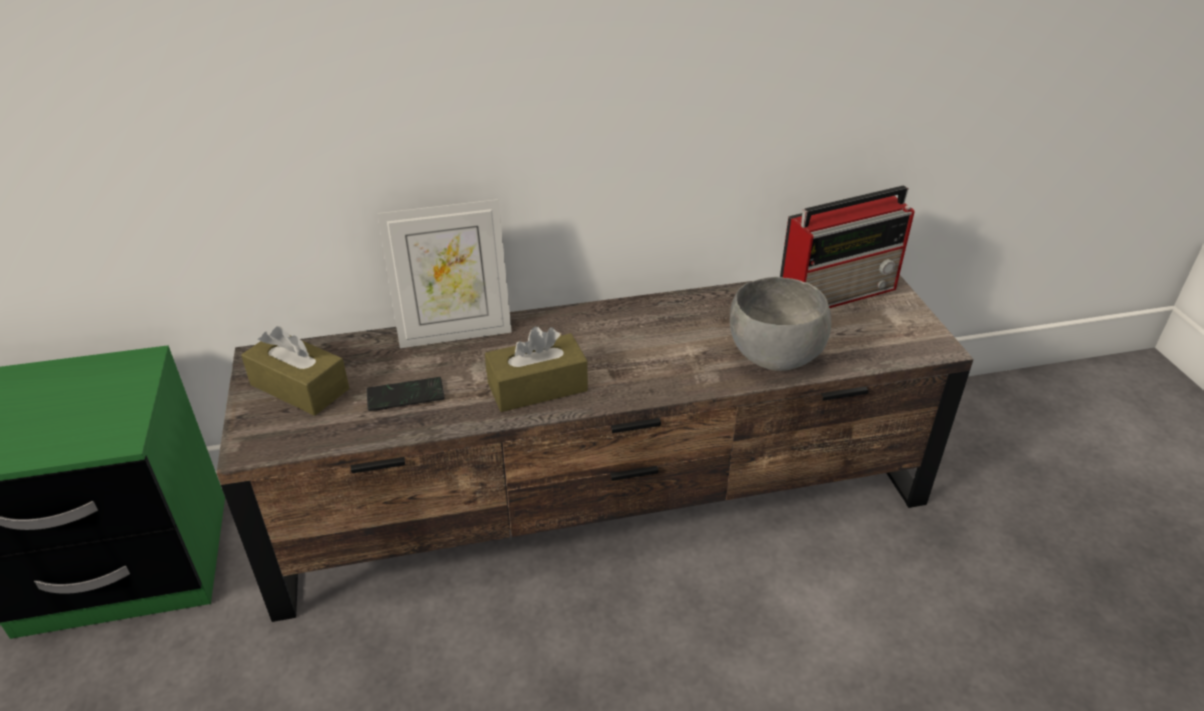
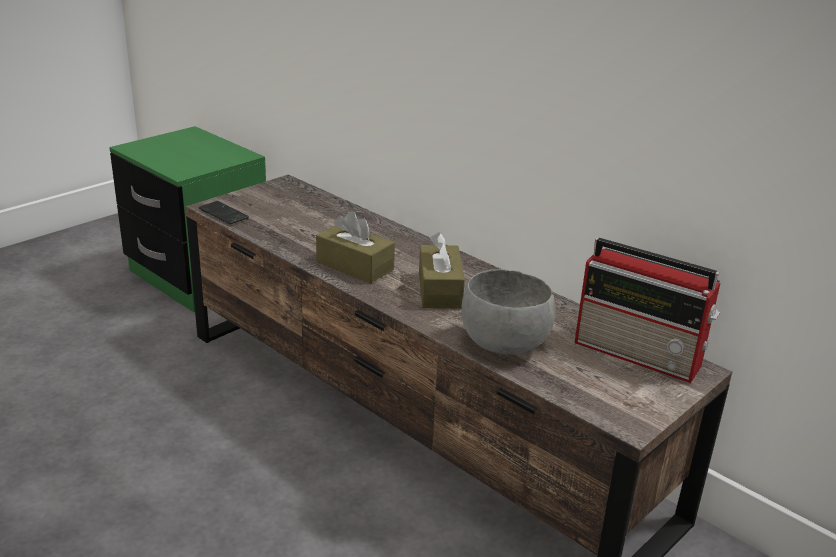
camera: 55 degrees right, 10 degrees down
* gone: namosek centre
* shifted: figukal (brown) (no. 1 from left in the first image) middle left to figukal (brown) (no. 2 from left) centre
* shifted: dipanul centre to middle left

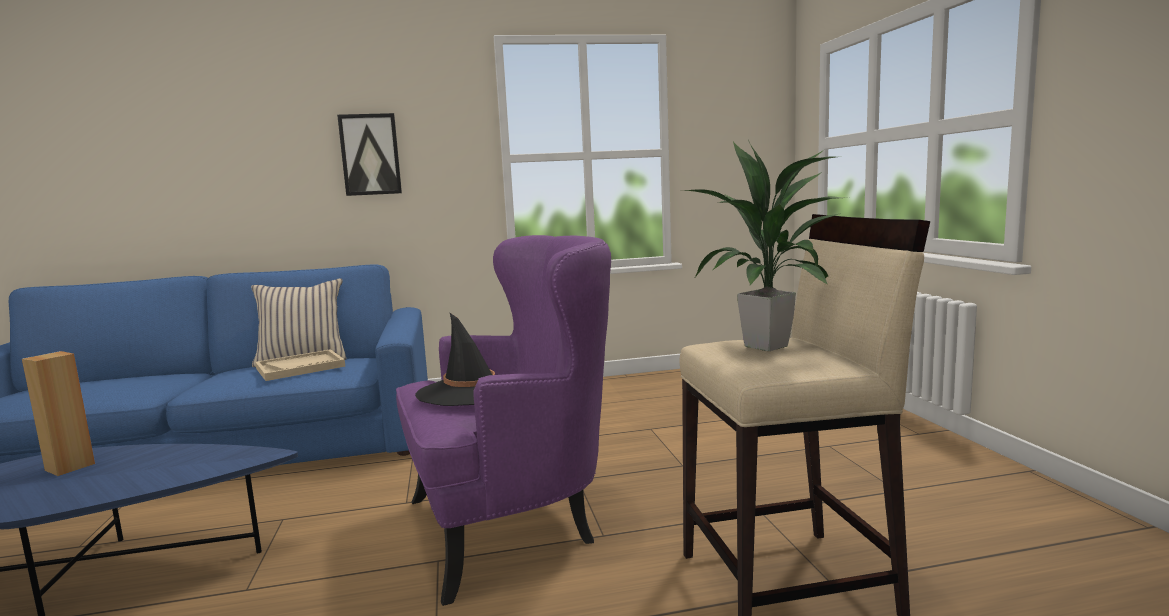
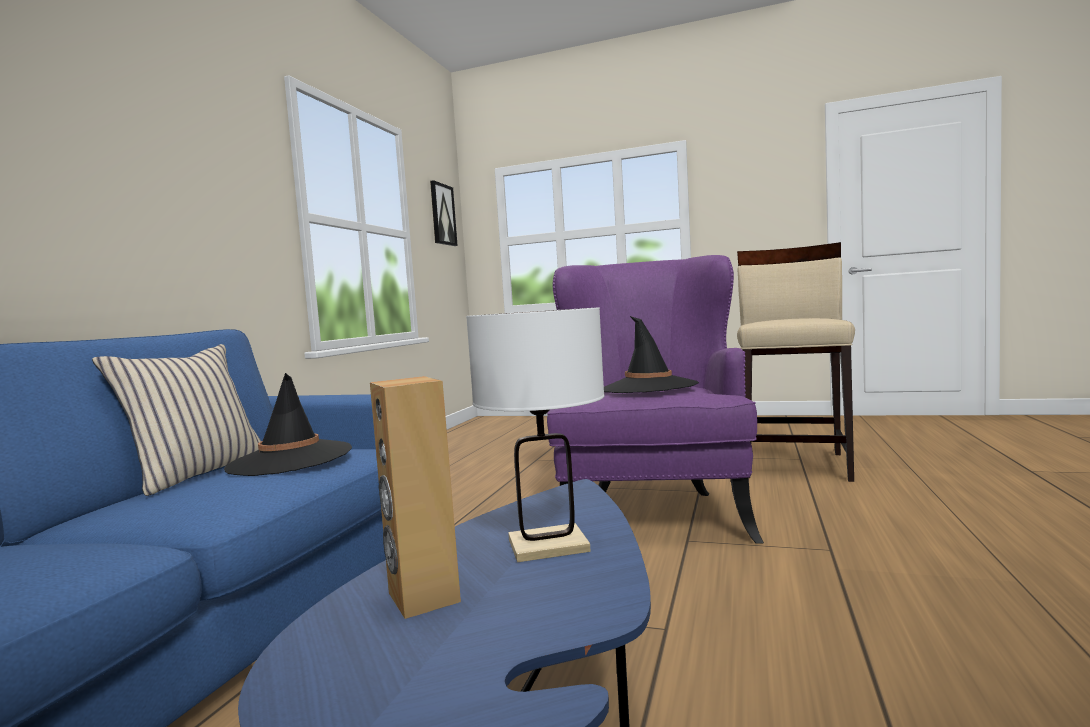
camera: 60 degrees left, 5 degrees down
* gone: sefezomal centre
* new: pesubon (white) centre
* shifted: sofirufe top left to top centre
* swapped: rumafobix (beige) middle left to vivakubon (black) (no. 1 from left) middle left

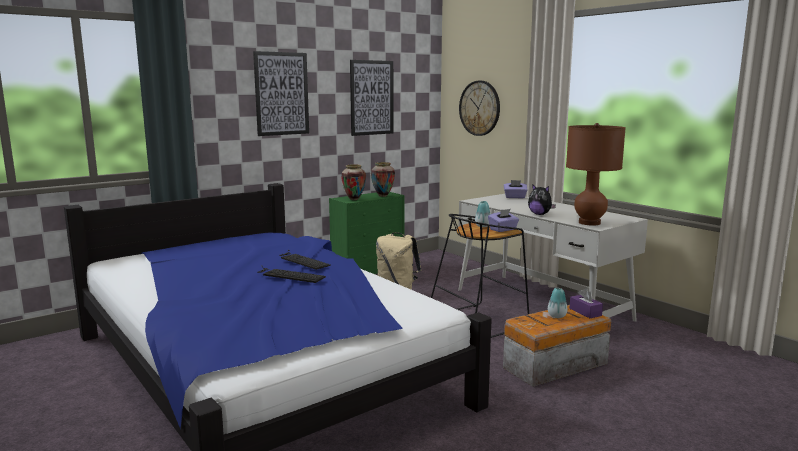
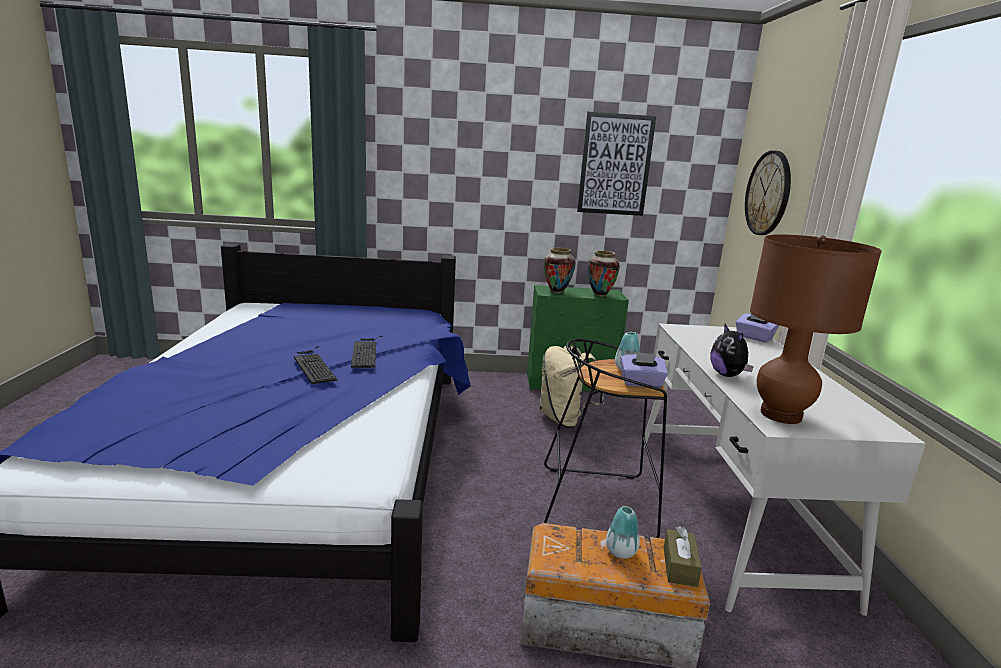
camera: 35 degrees right, 5 degrees up
* gone: sofirufe (no. 1 from left) top centre
* repainted: figukal (purple) (no. 3 from left) bottom right to figukal (brown) bottom right

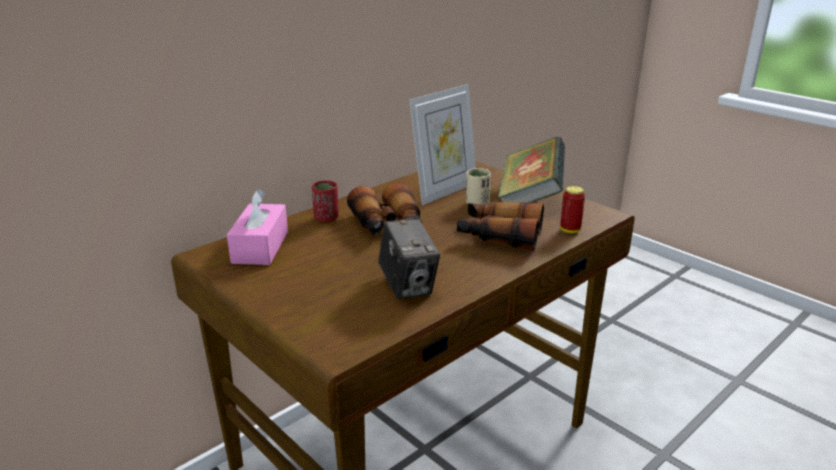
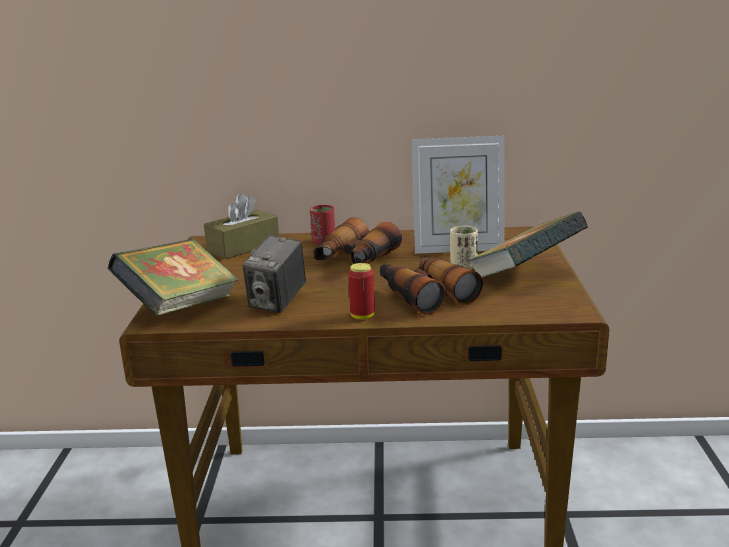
camera: 45 degrees right, 5 degrees down
* new: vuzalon (no. 1 from left) middle left
* shifted: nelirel middle right to centre
* repainted: figukal (pink) middle left to figukal (brown) middle left

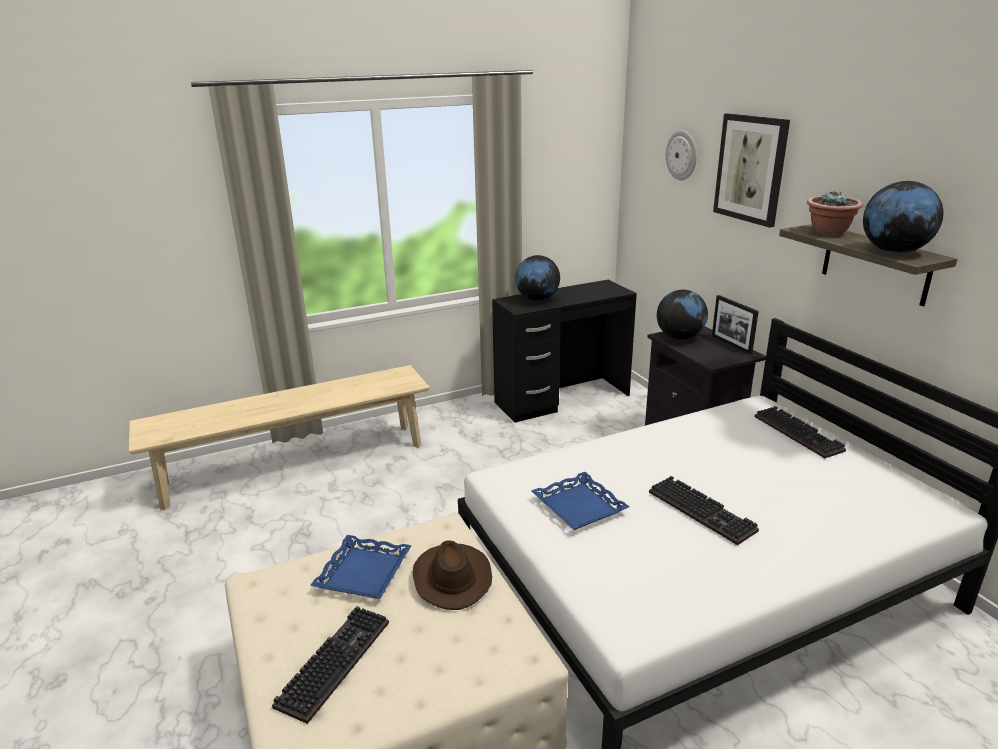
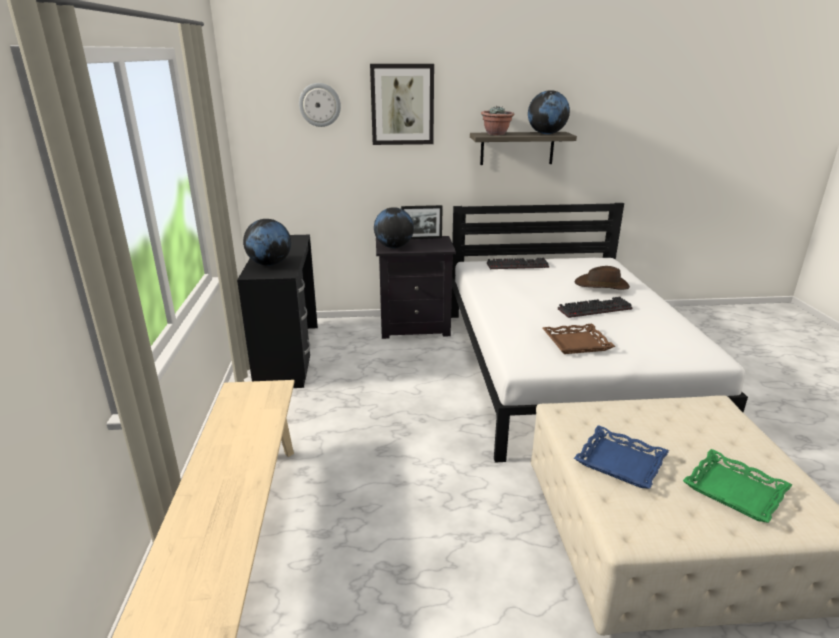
camera: 70 degrees left, 0 degrees up
* shifted: vivakubon (brown) bottom centre to middle right
* swapped: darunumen (no. 1 from left) bottom left to rumafobix (green) bottom right
* repainted: rumafobix (blue) (no. 2 from left) bottom centre to rumafobix (brown) middle right

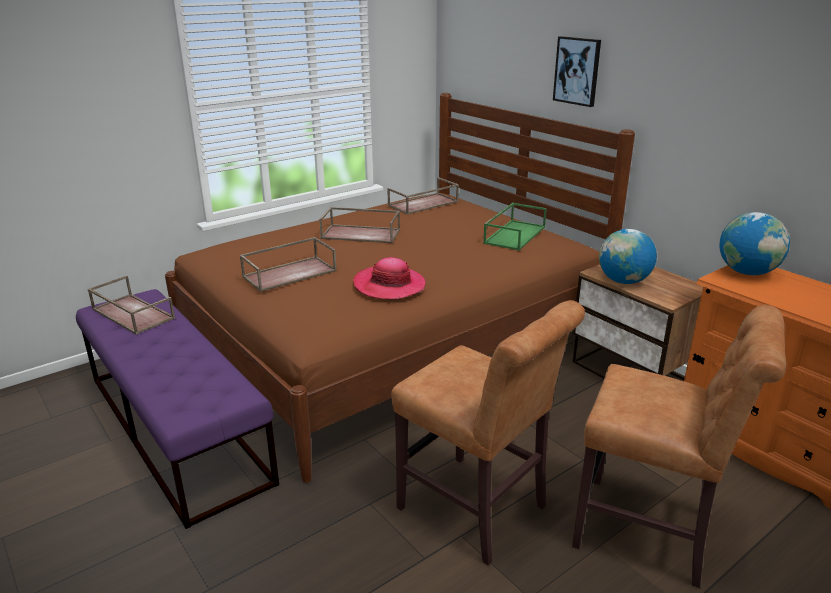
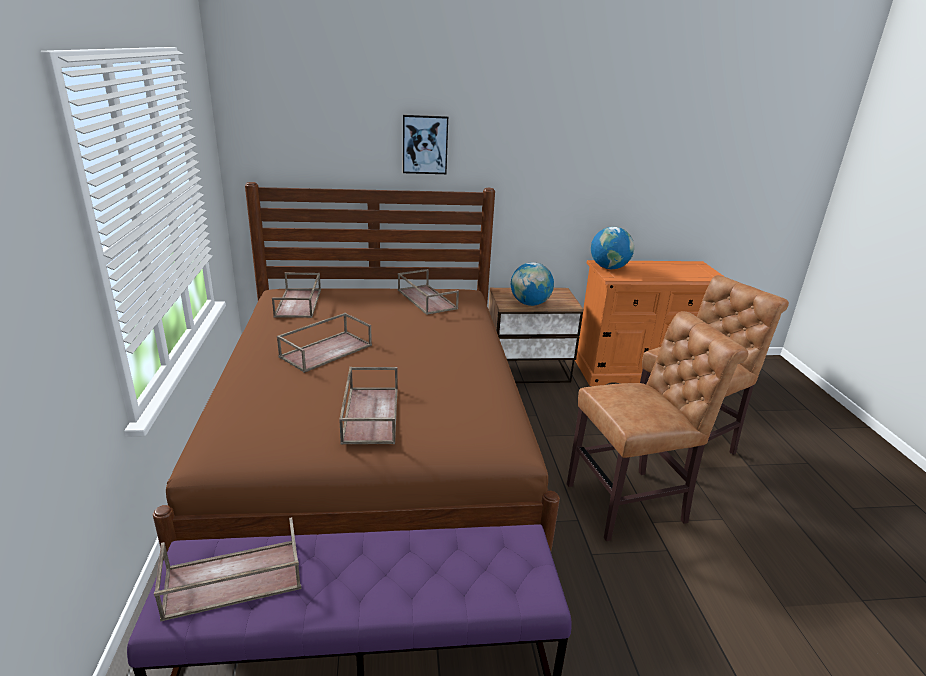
camera: 60 degrees left, 0 degrees up
* gone: vivakubon centre
* repainted: rumafobix (green) centre to rumafobix (brown) (no. 5 from left) centre

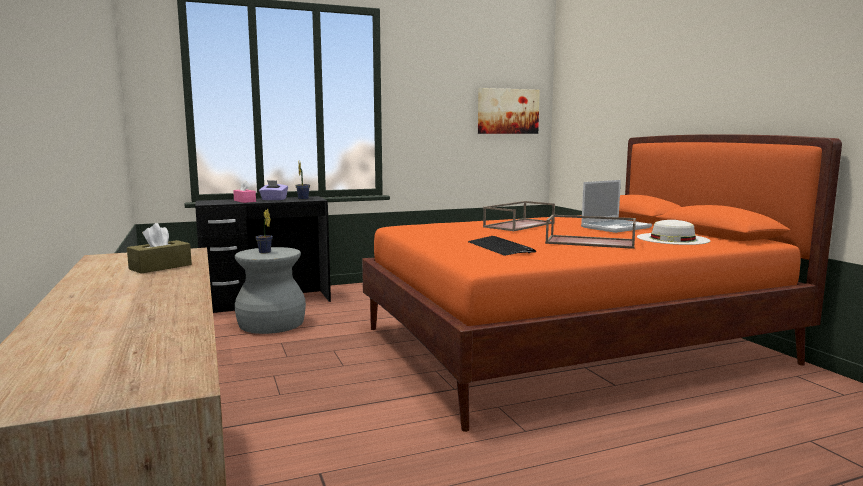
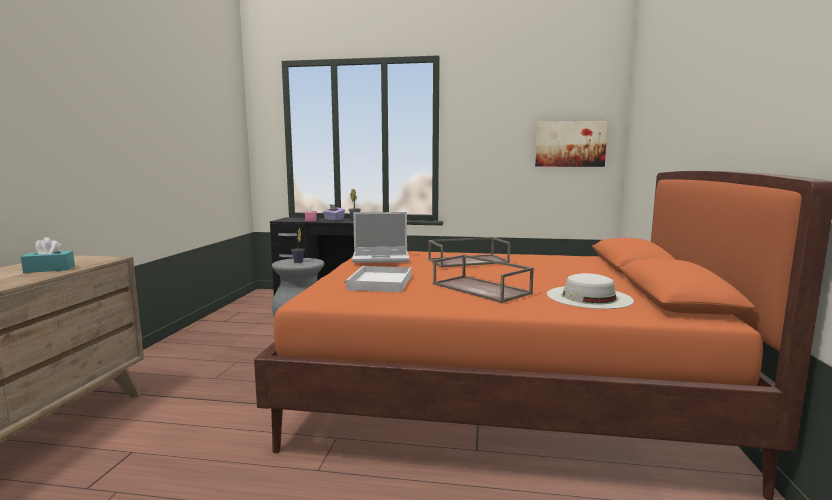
camera: 30 degrees right, 0 degrees up
* shifted: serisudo middle right to centre
* swapped: darunumen centre to rumafobix (white) centre
* repainted: figukal (brown) middle left to figukal (turquoise) middle left

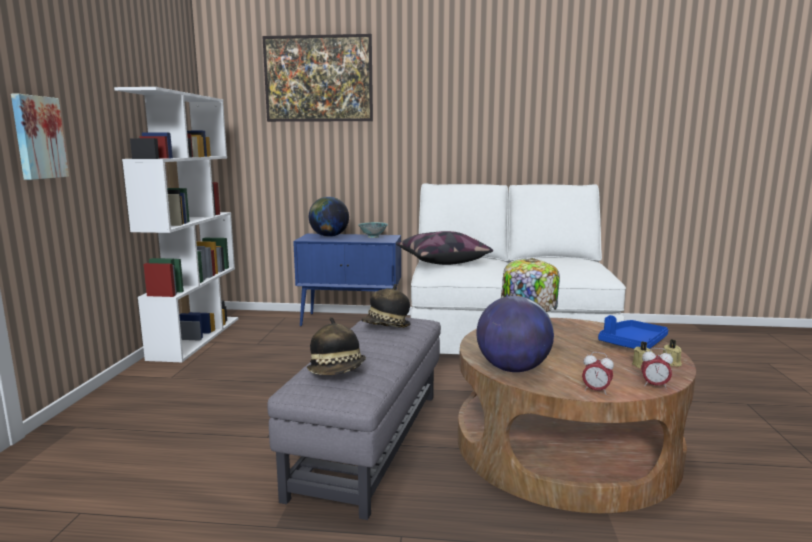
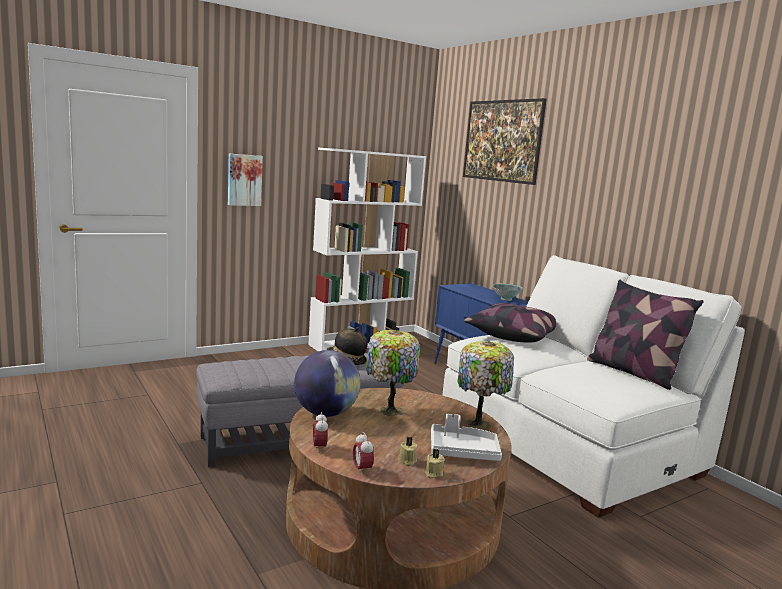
camera: 50 degrees right, 0 degrees up
* gone: vivakubon (no. 1 from left) centre
* gone: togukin (no. 1 from left) centre
* new: pesubon (no. 2 from left) centre
* new: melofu (no. 2 from left) middle right
* repainted: rumafobix (blue) middle right to rumafobix (white) bottom centre

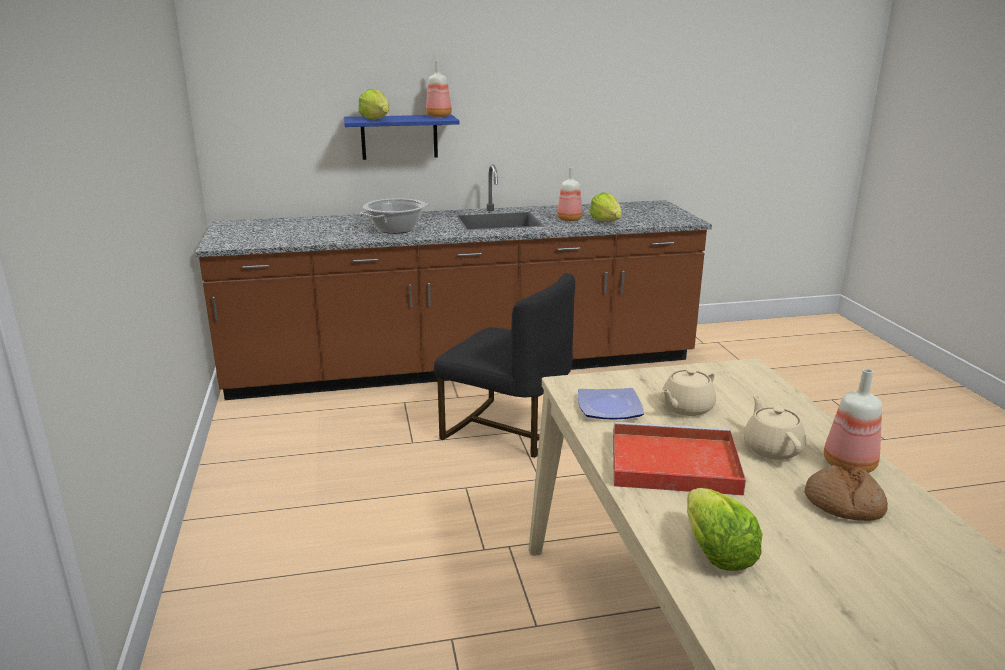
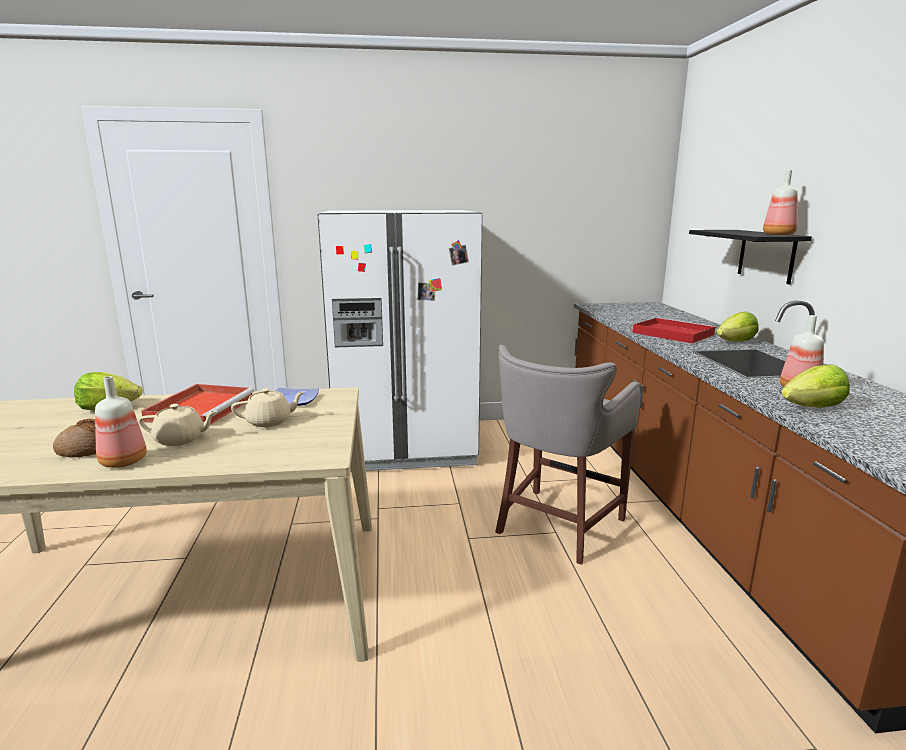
camera: 95 degrees right, 5 degrees down
* new: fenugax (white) centre
* shifted: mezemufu (no. 1 from left in the first image) top centre to mezemufu (no. 2 from left) middle right
* swapped: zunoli top centre to rumafobix (red) (no. 2 from left) middle right
* swapped: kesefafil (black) centre to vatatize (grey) centre
* repainted: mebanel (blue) top centre to mebanel (black) middle right
* rotated: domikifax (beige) (no. 1 from left in the first image) middle right = middle left 105 degrees clockwise

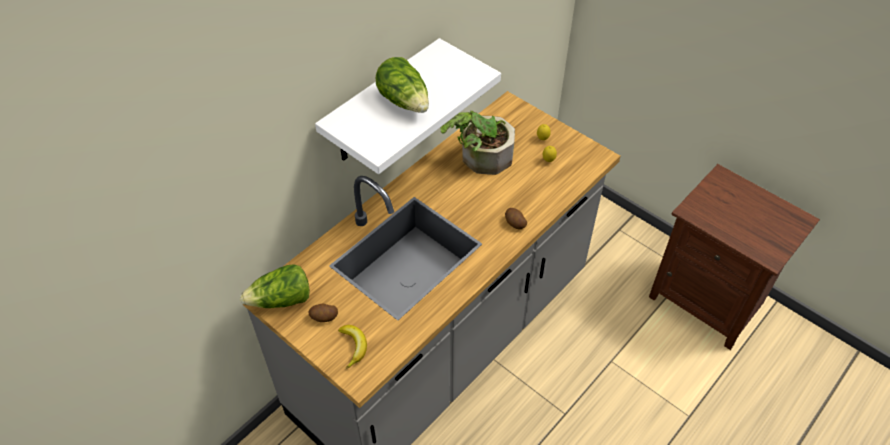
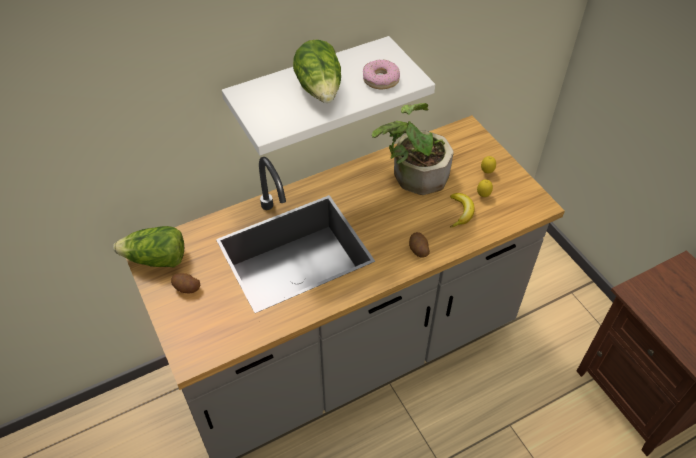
camera: 20 degrees right, 0 degrees up
* new: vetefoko top centre
* shifted: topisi bottom centre to centre

